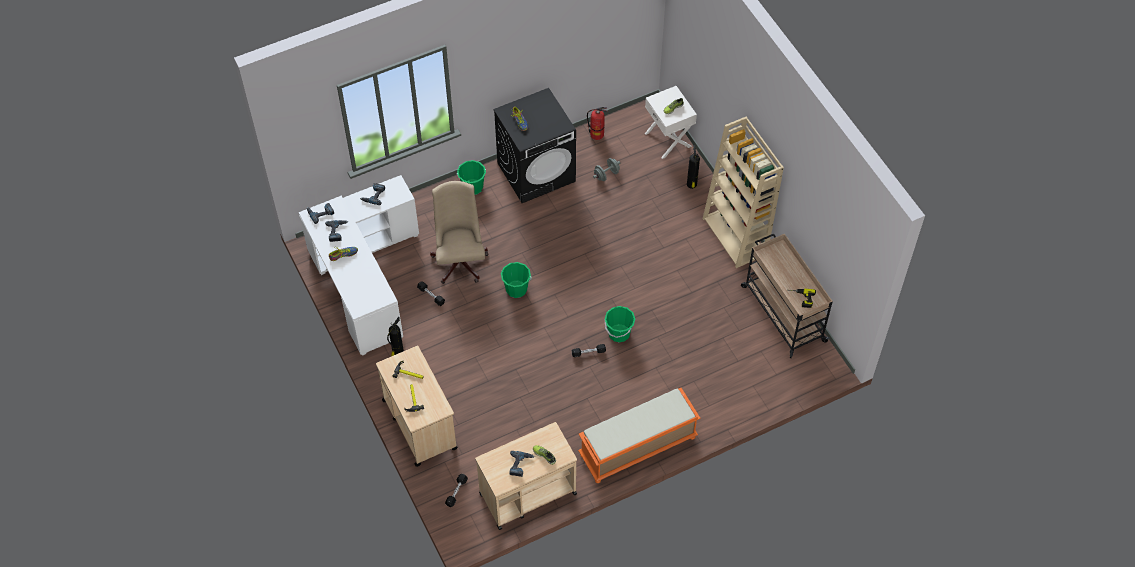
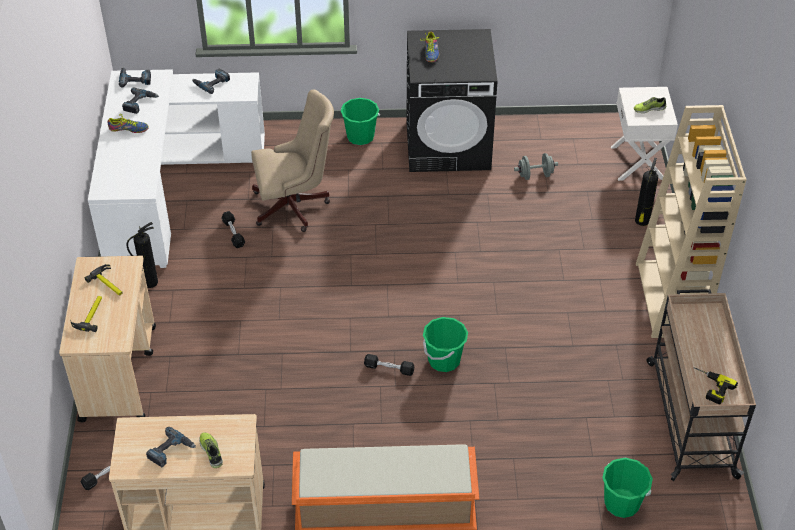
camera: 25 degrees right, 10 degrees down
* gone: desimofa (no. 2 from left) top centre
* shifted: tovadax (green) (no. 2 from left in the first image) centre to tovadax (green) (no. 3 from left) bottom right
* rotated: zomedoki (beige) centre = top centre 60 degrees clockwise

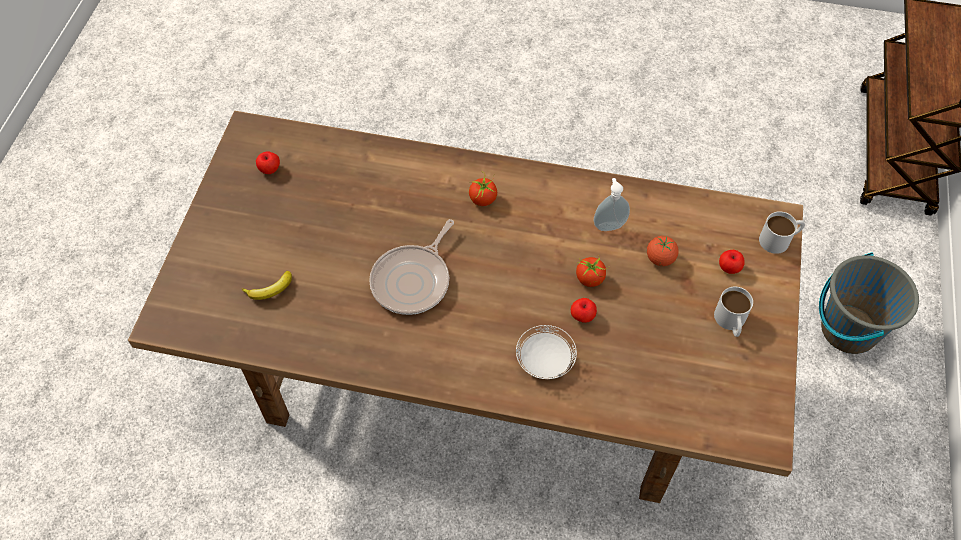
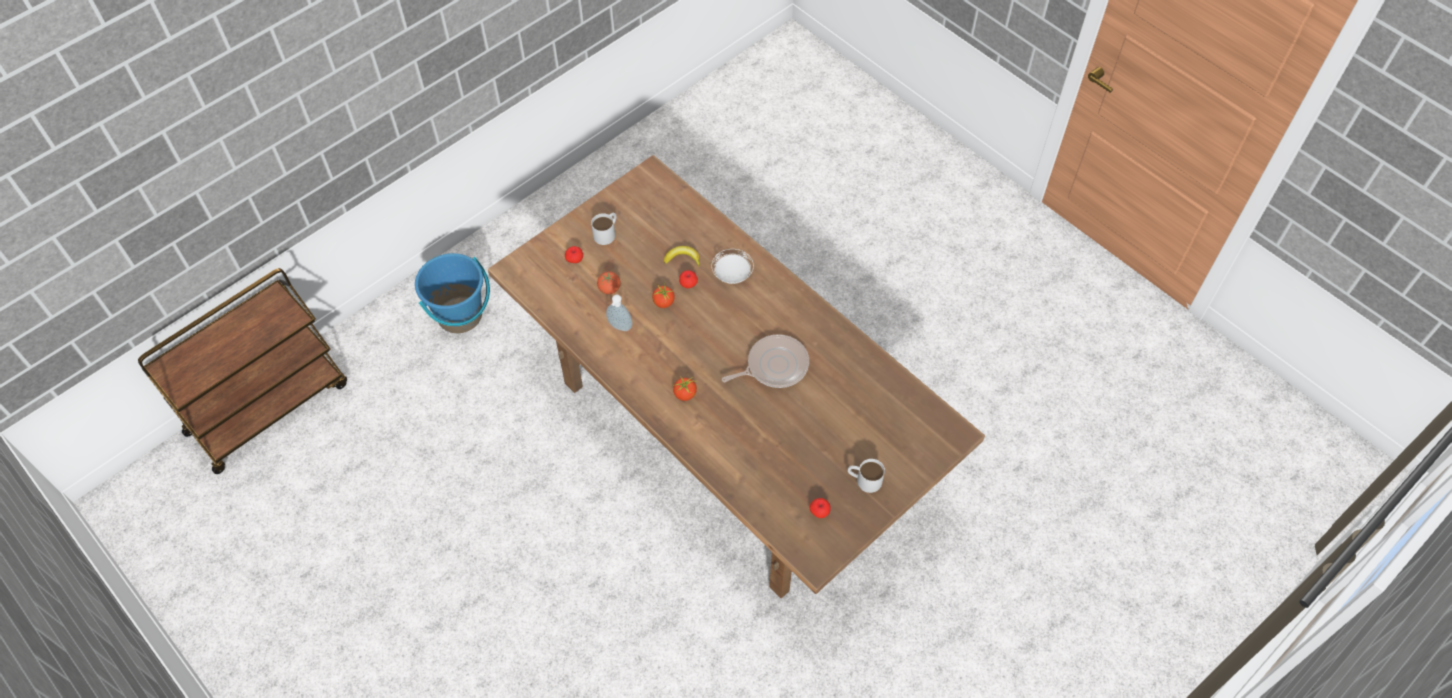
camera: 145 degrees left, 0 degrees up
* shifted: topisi middle left to centre
* shifted: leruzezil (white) (no. 2 from left) middle right to bottom centre
* repainted: tovadax (grey) middle right to tovadax (blue) middle left

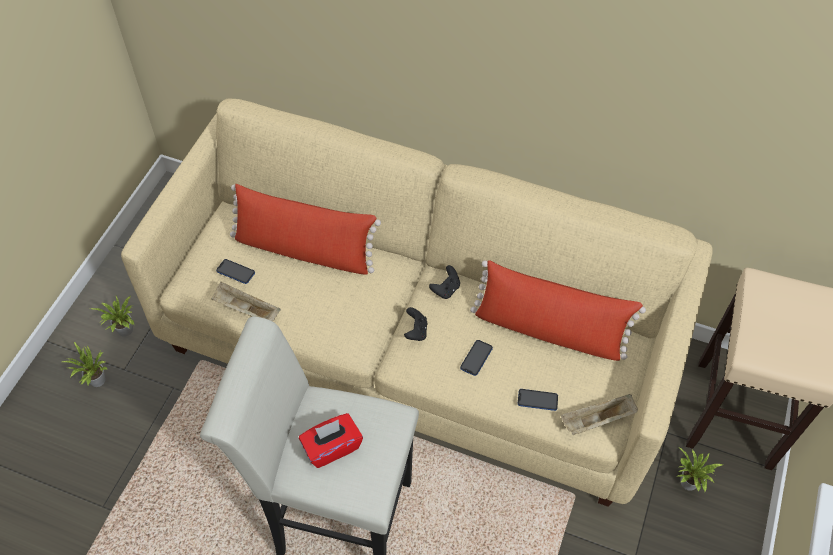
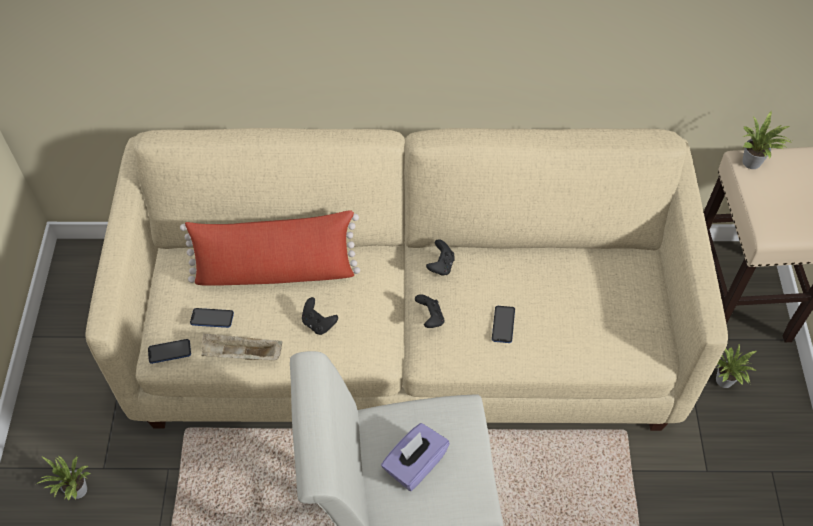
camera: 20 degrees left, 0 degrees up
* gone: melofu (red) (no. 2 from left) middle right
* gone: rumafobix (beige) (no. 2 from left) bottom right
* new: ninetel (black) (no. 1 from left) centre
* shifted: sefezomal (no. 2 from left in the first image) middle left to sefezomal (no. 3 from left) top right
* shifted: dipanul (no. 3 from left in the first image) bottom centre to dipanul (no. 1 from left) bottom left
* repainted: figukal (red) bottom centre to figukal (purple) bottom centre

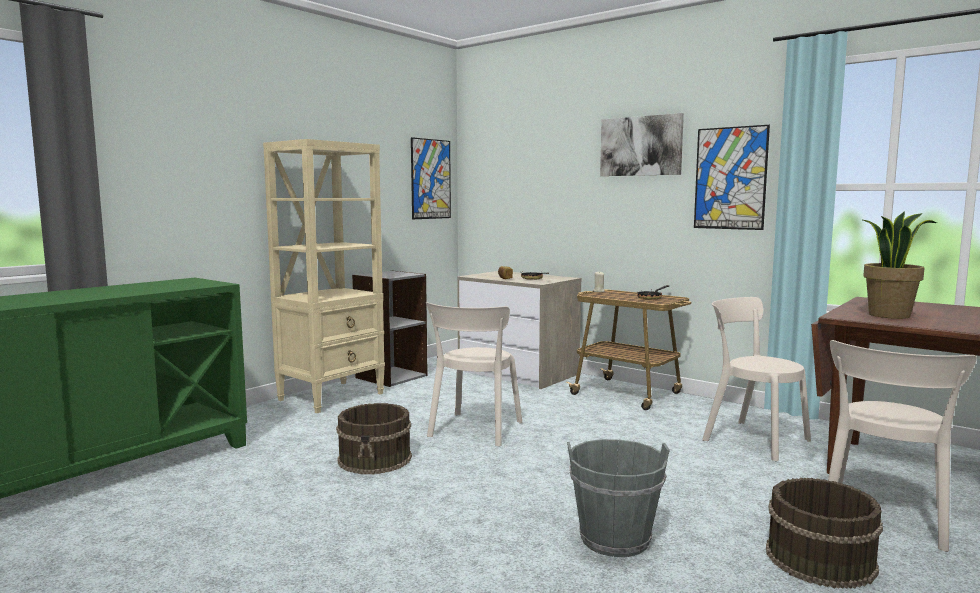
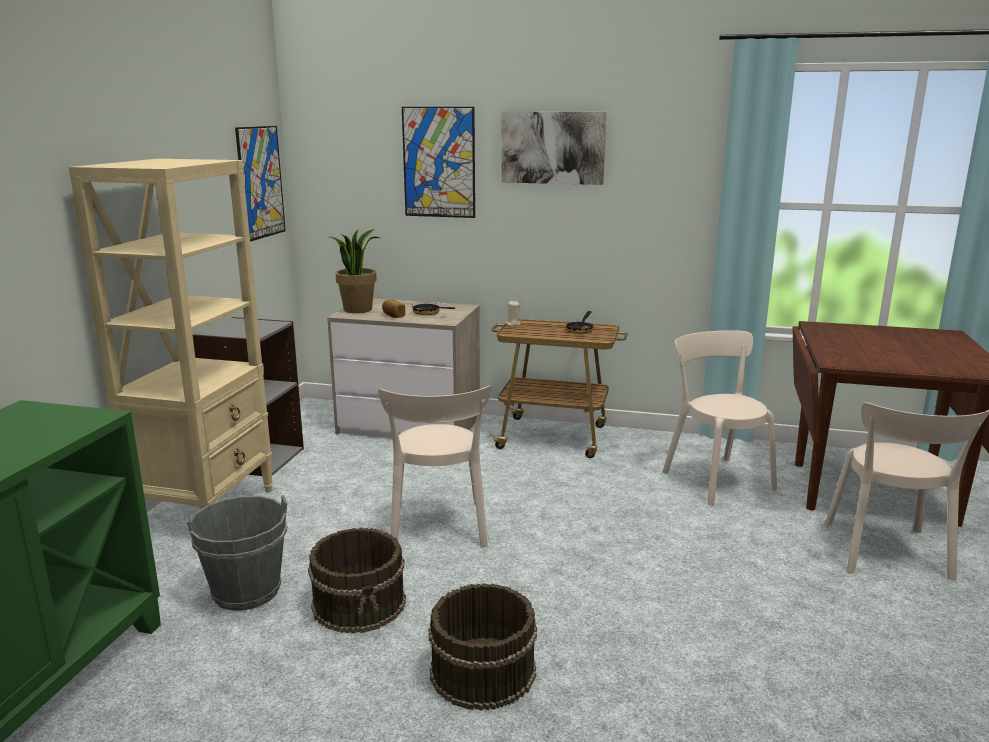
camera: 25 degrees left, 10 degrees up
* shifted: tovadax (grey) bottom centre to bottom left
* shifted: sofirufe (no. 3 from left in the first image) top right to sofirufe (no. 2 from left) top centre
* shifted: tovadax (brown) (no. 2 from left) bottom right to bottom centre
* shifted: sefezomal middle right to centre
* rotated: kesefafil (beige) (no. 2 from left) middle right = middle right 45 degrees clockwise

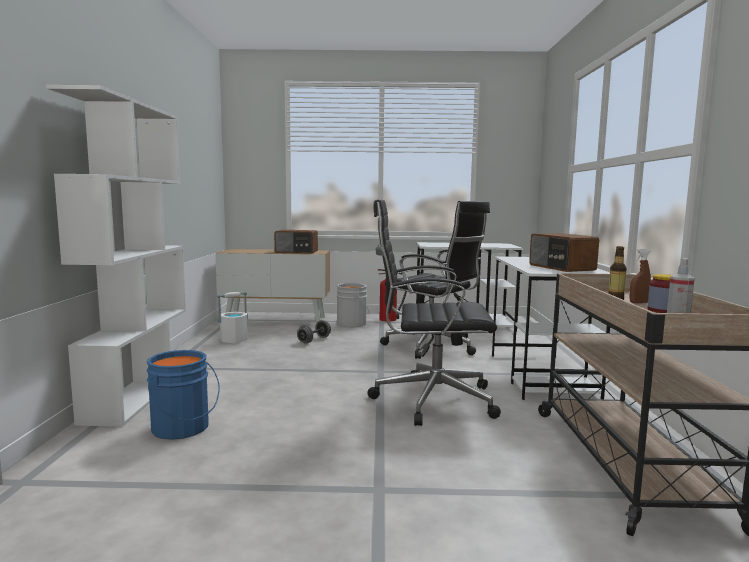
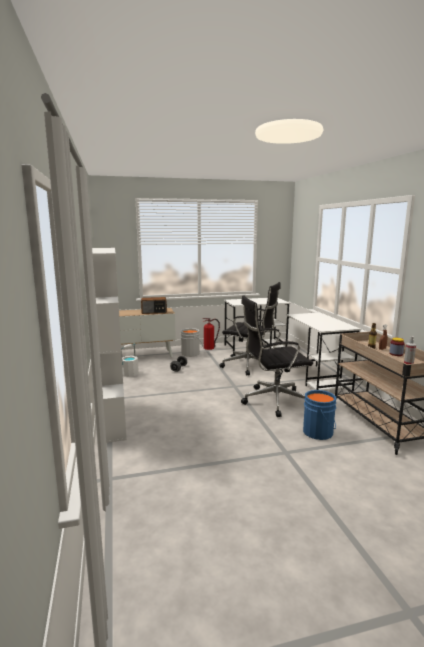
camera: 15 degrees left, 5 degrees up
* gone: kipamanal (no. 2 from left) middle right
* shifted: tovadax (blue) bottom left to middle right

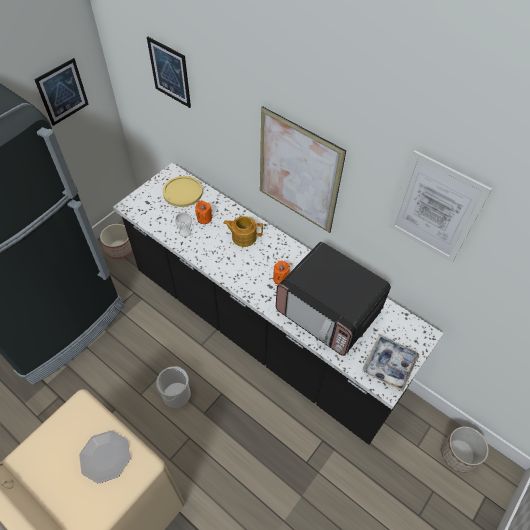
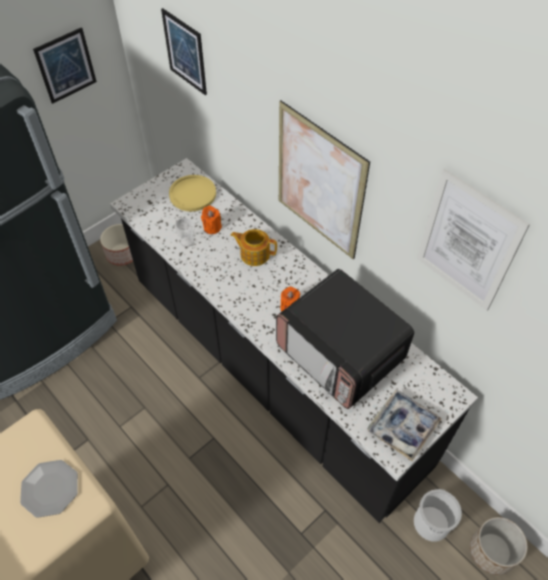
camera: 10 degrees right, 0 degrees up
* shifted: tovadax bottom left to bottom right

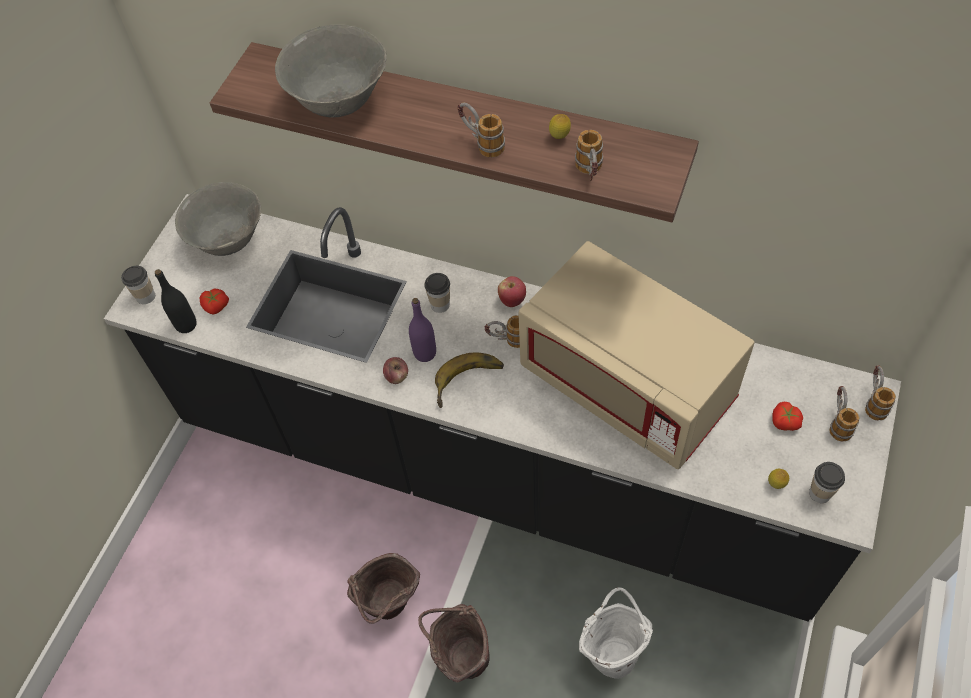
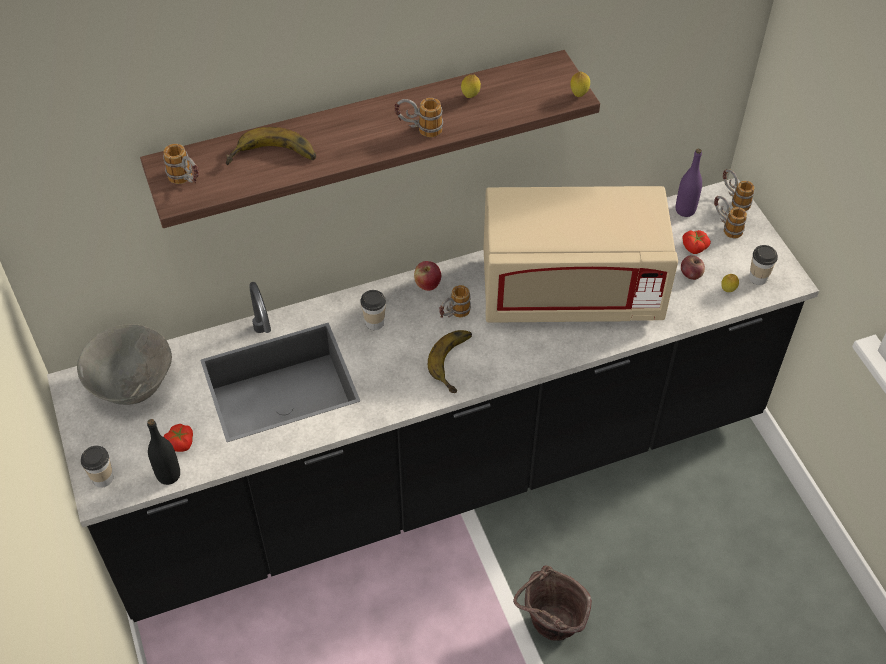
camera: 45 degrees left, 5 degrees down
* gone: tovadax (brown) (no. 1 from left) bottom centre
* gone: tovadax (white) bottom centre
* new: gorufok (no. 2 from left) top centre
* shifted: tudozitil (no. 1 from left in the first image) centre to tudozitil (no. 2 from left) middle right
* shifted: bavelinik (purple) centre to top right
* shifted: leruzezil (no. 3 from left in the first image) top centre to leruzezil (no. 1 from left) top left
* swapped: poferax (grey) (no. 2 from left) top centre to topisi (no. 1 from left) top left

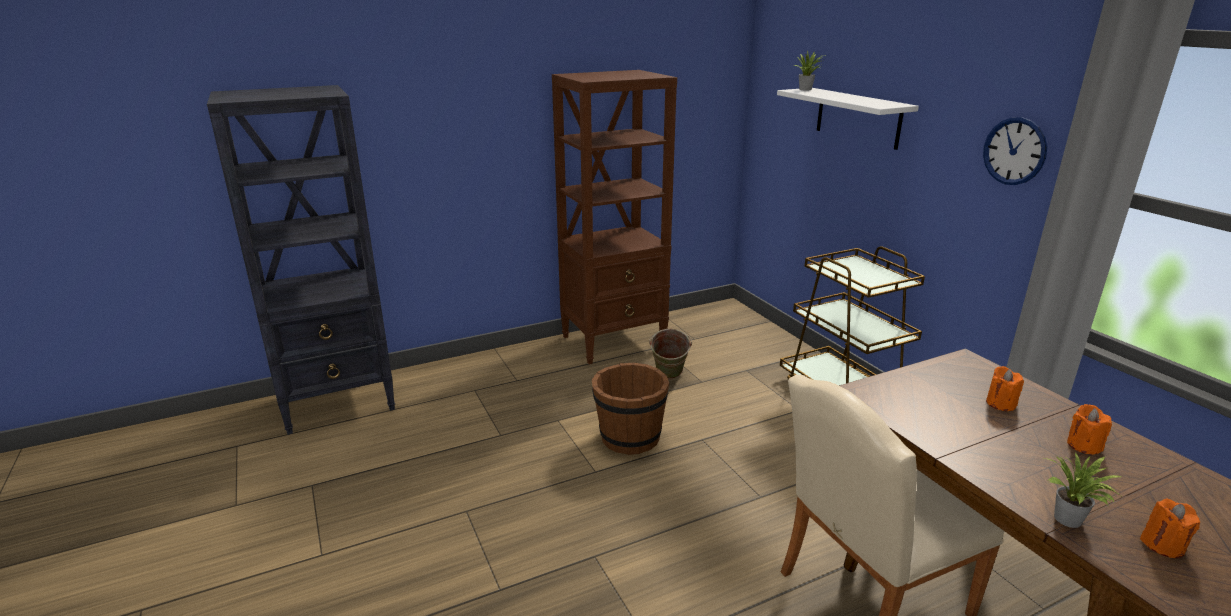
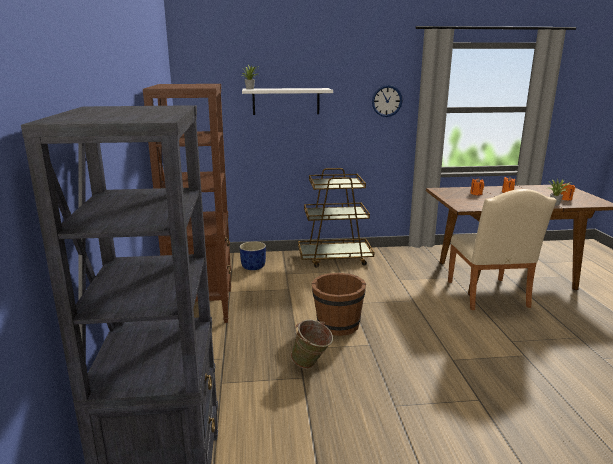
camera: 70 degrees left, 5 degrees down
* new: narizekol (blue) centre
* shifted: tovadax (green) centre to bottom centre

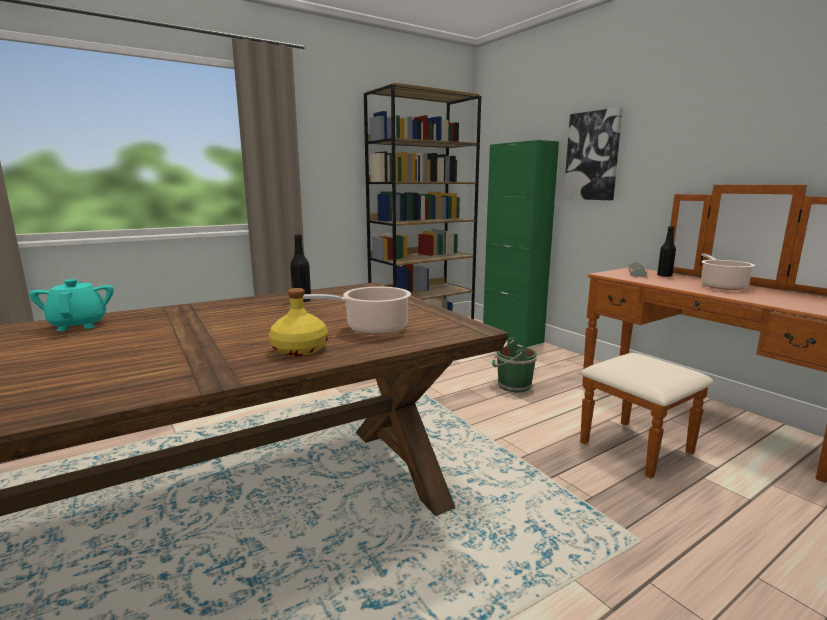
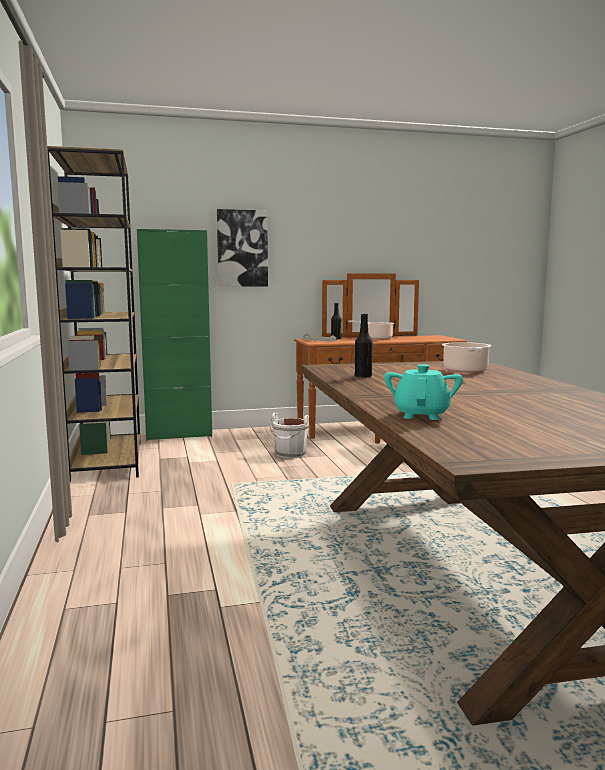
camera: 70 degrees left, 5 degrees down
* gone: bavelinik (yellow) centre
* repainted: tovadax (green) centre to tovadax (white) centre
* rotated: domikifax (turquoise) middle left = middle right 105 degrees clockwise

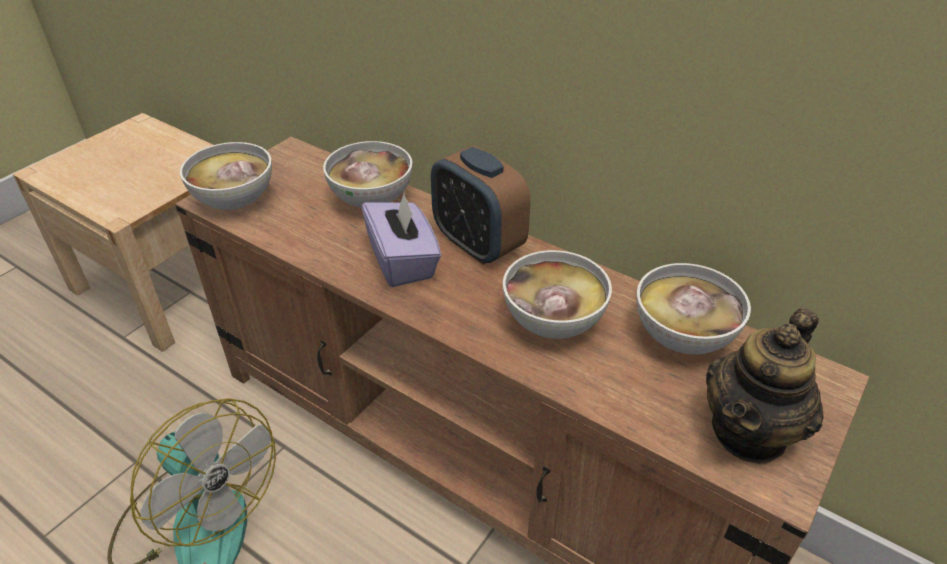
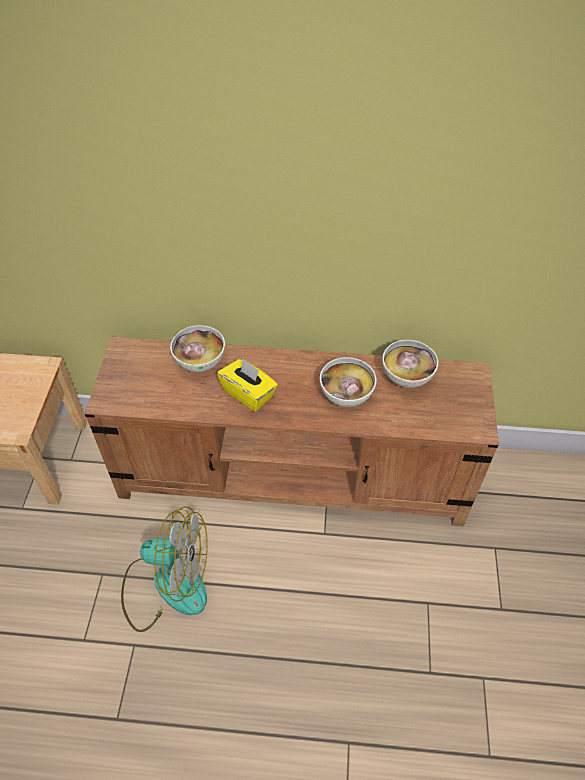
camera: 30 degrees left, 10 degrees up
* gone: poferax (no. 1 from left) top left
* gone: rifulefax centre
* gone: domikifax bottom right
* repainted: figukal (purple) centre to figukal (yellow) centre

